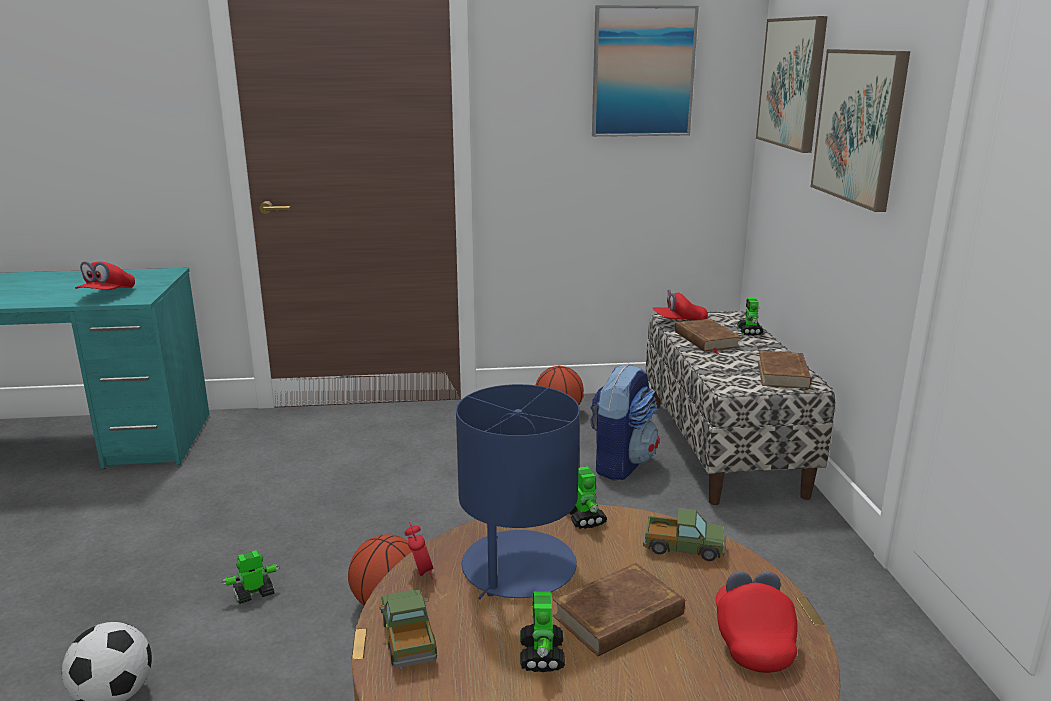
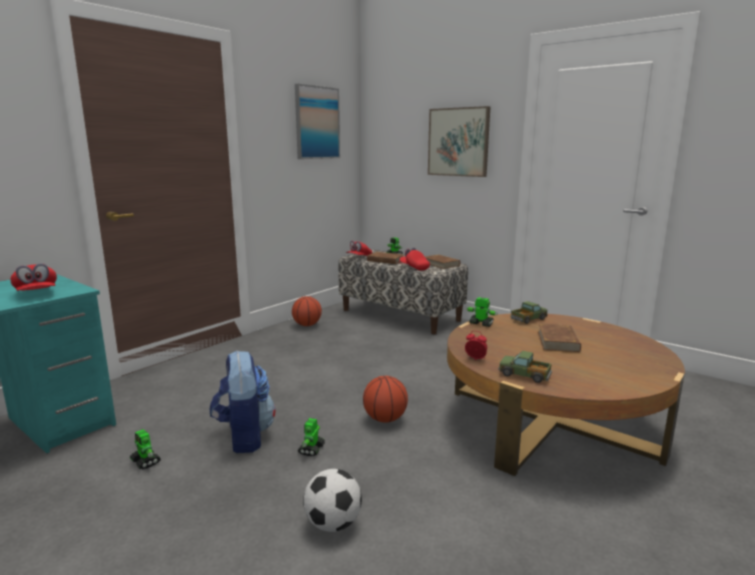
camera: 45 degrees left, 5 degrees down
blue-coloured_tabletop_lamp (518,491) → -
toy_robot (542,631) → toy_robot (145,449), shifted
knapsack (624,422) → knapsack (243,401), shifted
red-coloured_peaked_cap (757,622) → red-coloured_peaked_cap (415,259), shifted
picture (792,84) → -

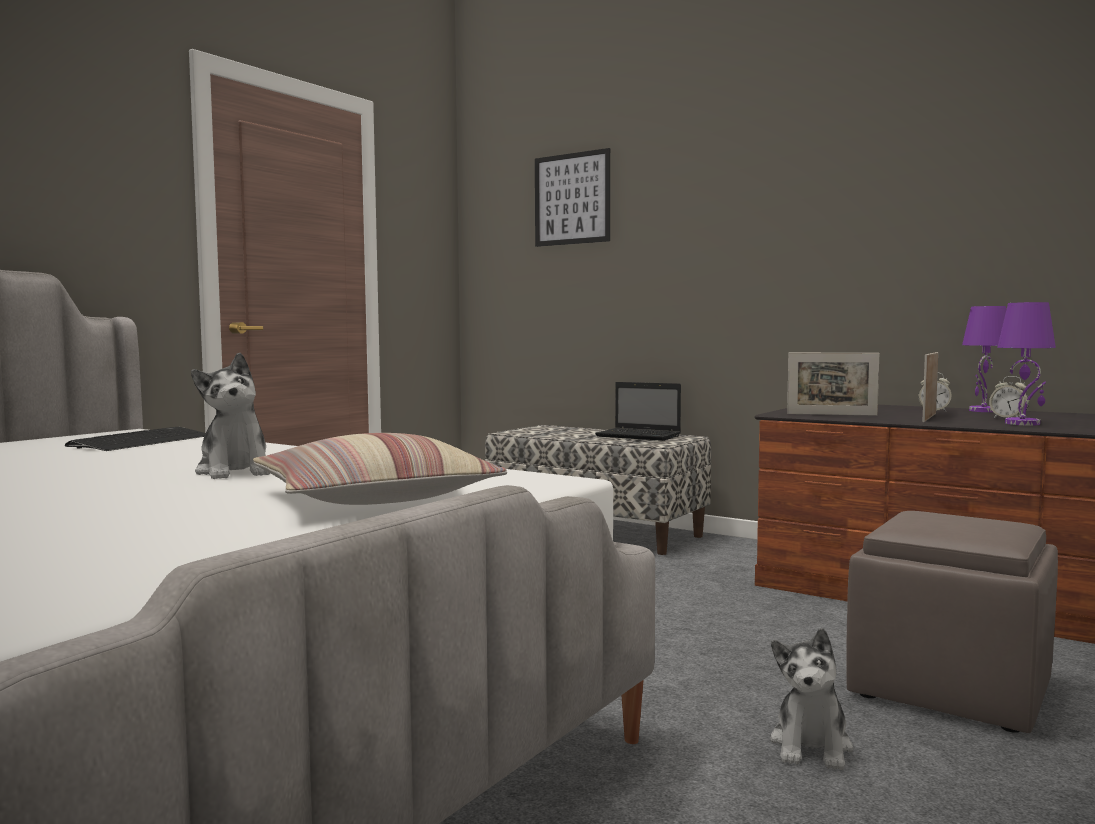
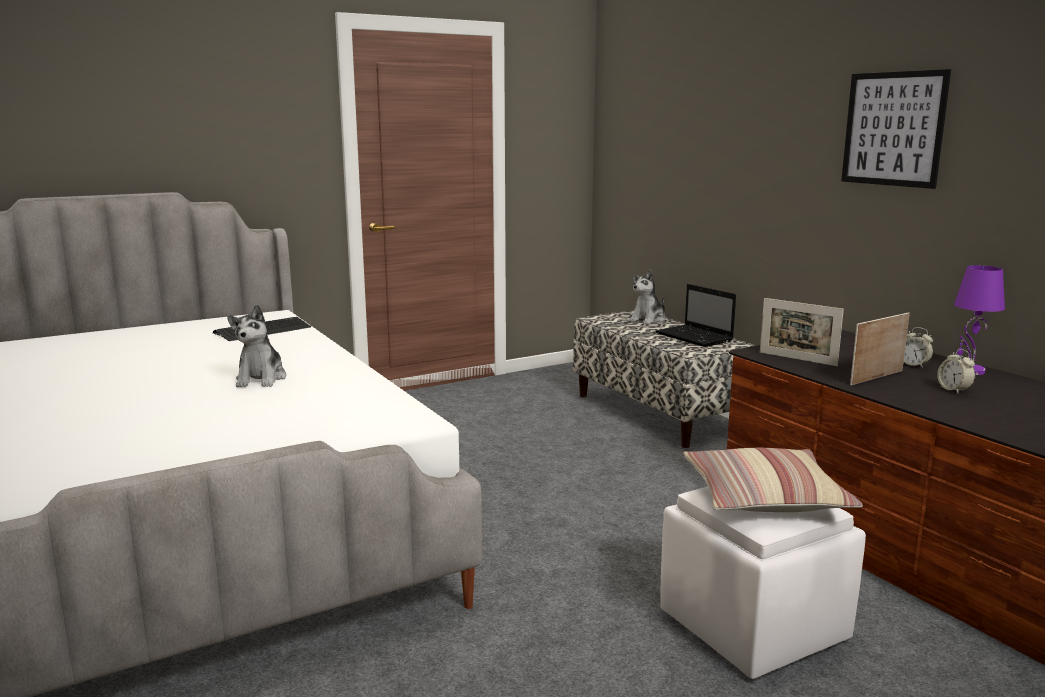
camera: 25 degrees right, 10 degrees up
pillow (380,469) → pillow (773,480), shifted
picture (572,197) → picture (896,129), shifted
soft_toy (812,699) → soft_toy (647,296), shifted
brownish_footrest (952,622) → white_footrest (763,582)
purple-coloured_tabletop_lamp (1026,364) → -

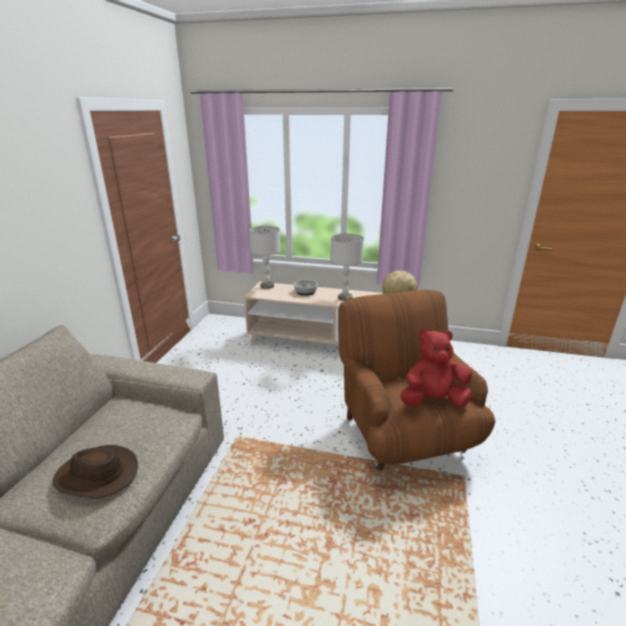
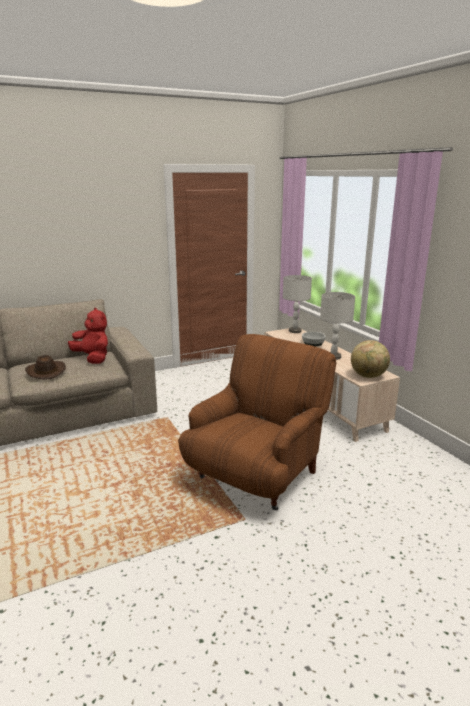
camera: 50 degrees right, 5 degrees down
red-coloured_soft_toy (436,368) → red-coloured_soft_toy (88,336), shifted

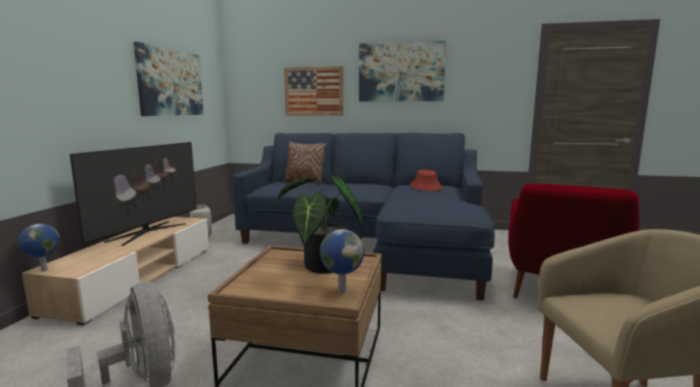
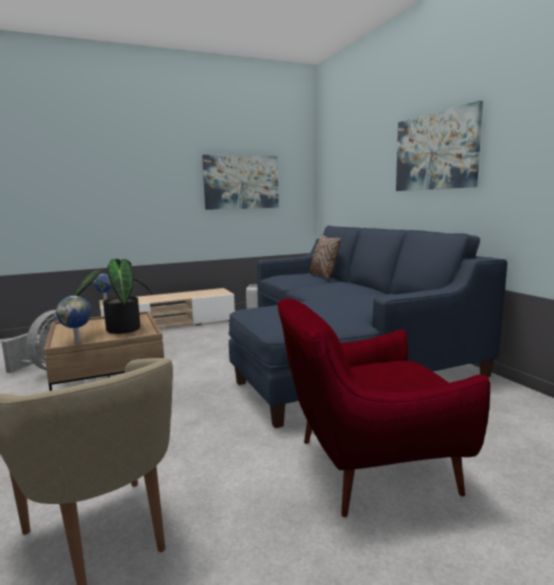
camera: 55 degrees right, 0 degrees up
TV (133,194) → -
picture (314,91) → -
red-coloured_hat (426,180) → -

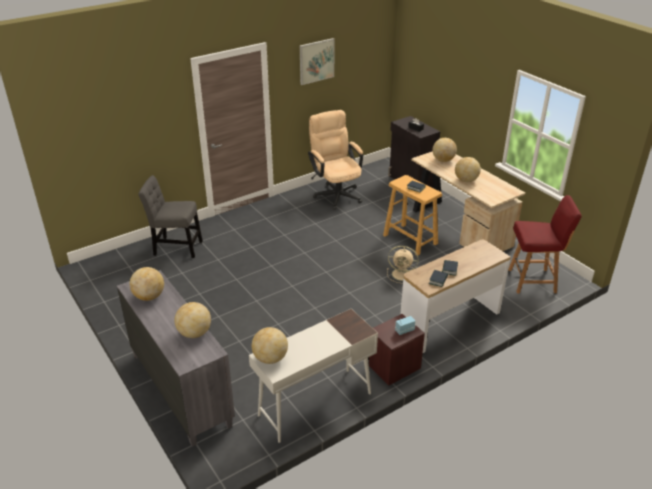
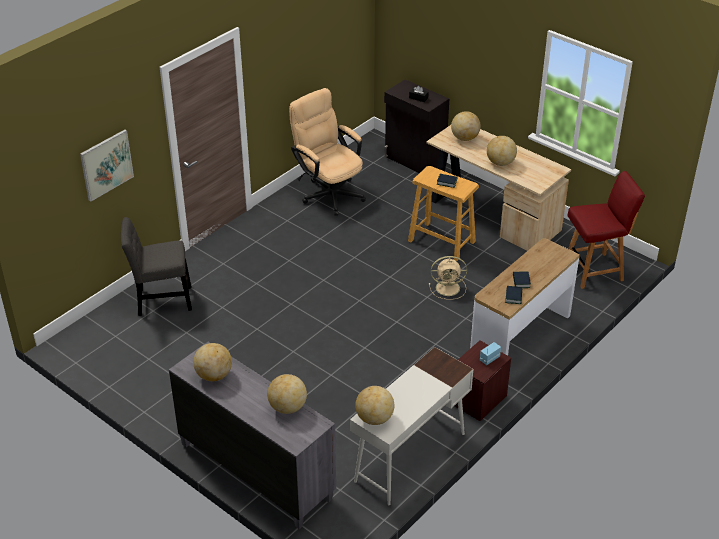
camera: 15 degrees left, 5 degrees up
picture (317,61) → picture (107,166), shifted

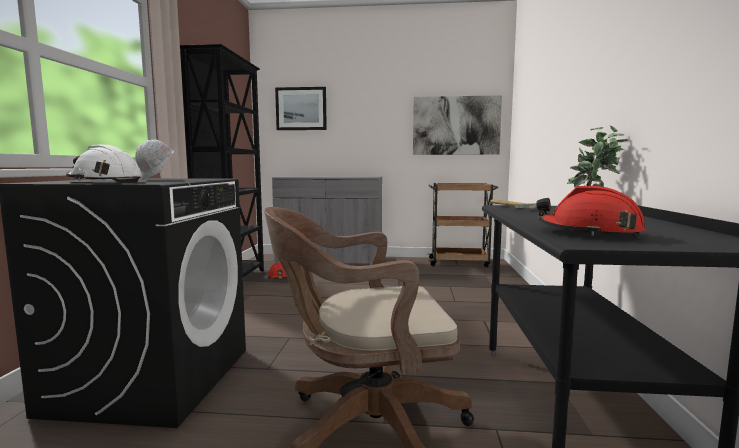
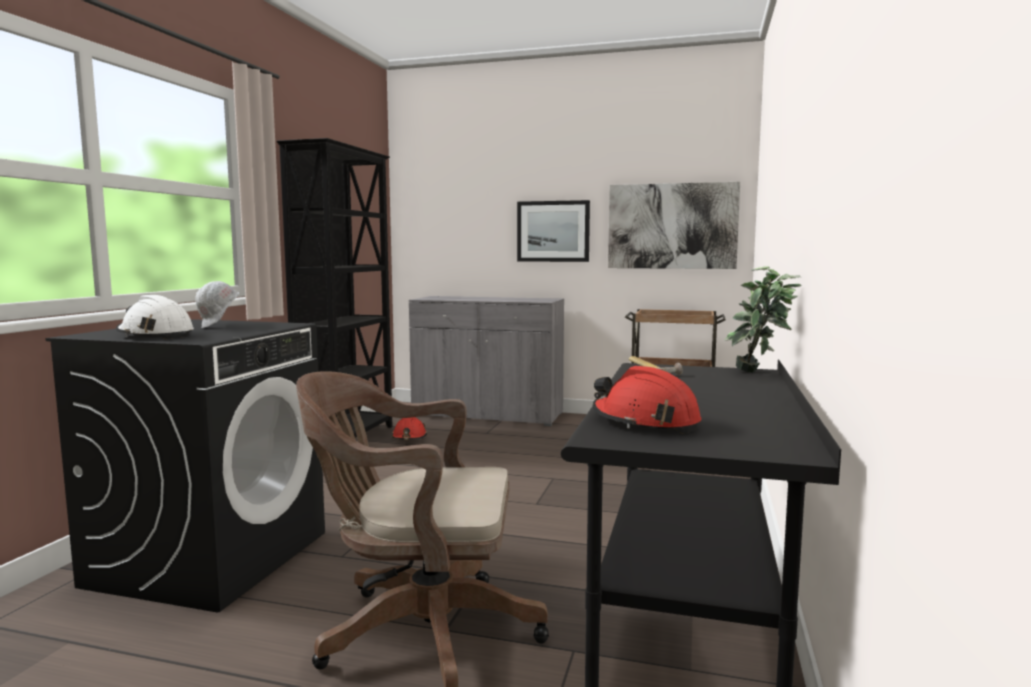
camera: 10 degrees right, 0 degrees up
picture (301,108) → picture (553,231), shifted

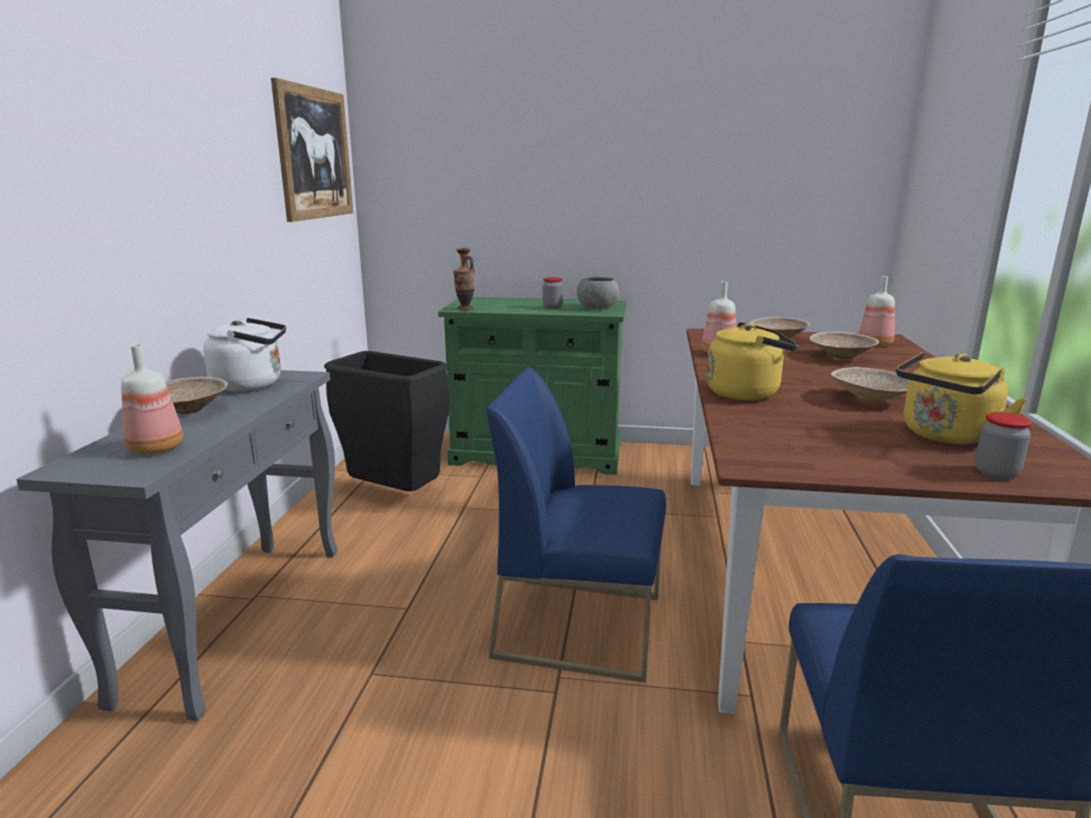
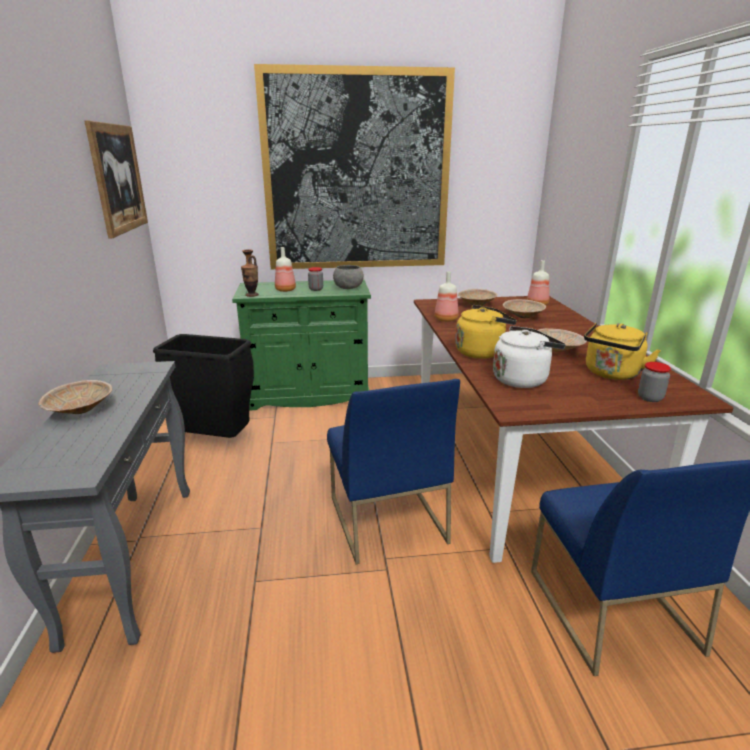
camera: 15 degrees left, 5 degrees up
drink_bottle (152,399) → drink_bottle (285,269), shifted
white_water_kettle (244,355) → white_water_kettle (529,357), shifted
blue-coloured_upright_chair (576,525) → blue-coloured_upright_chair (393,472), 105 degrees counterclockwise
- → picture (354,166)

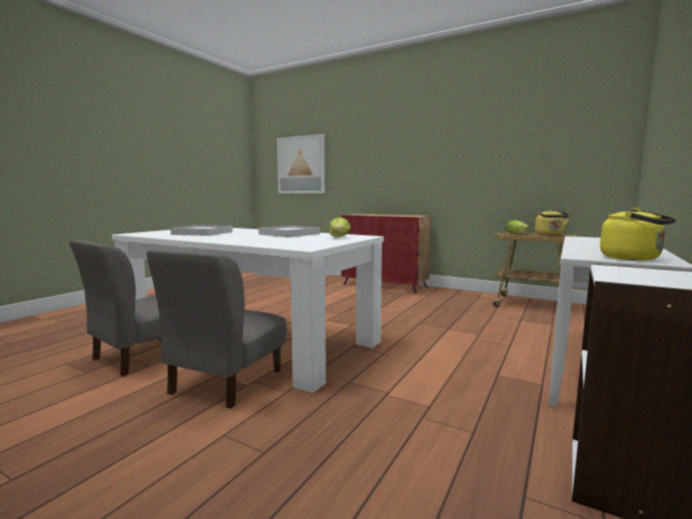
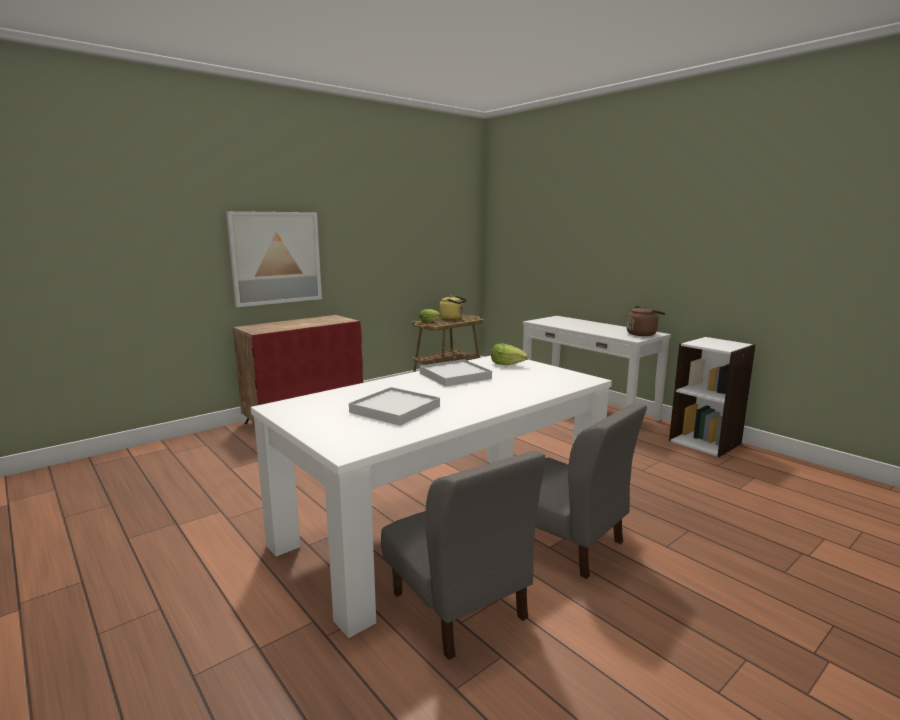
camera: 70 degrees left, 5 degrees up
picture (301,163) → picture (274,259), shifted
yellow-coloured_water_kettle (638,234) → brownish_water_kettle (646,321)

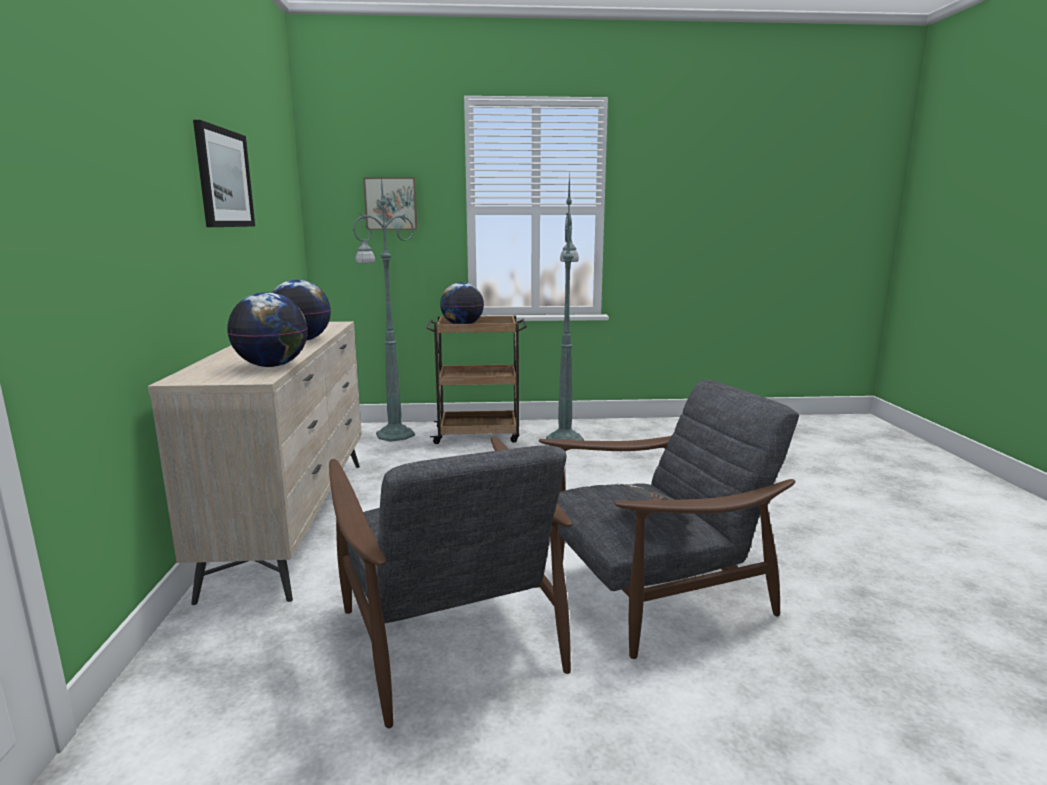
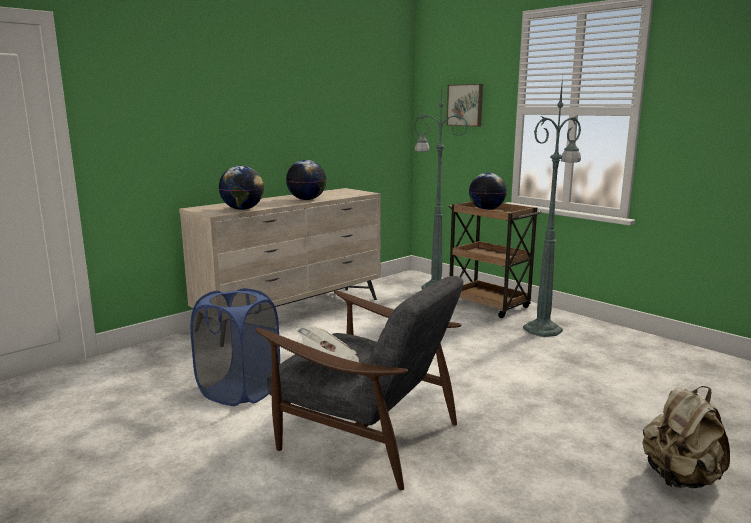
camera: 50 degrees right, 0 degrees up
picture (224,173) → -
gray_armchair (451,582) → blue-coloured_hamper (235,347)
- → beige-coloured_knapsack (686,437)

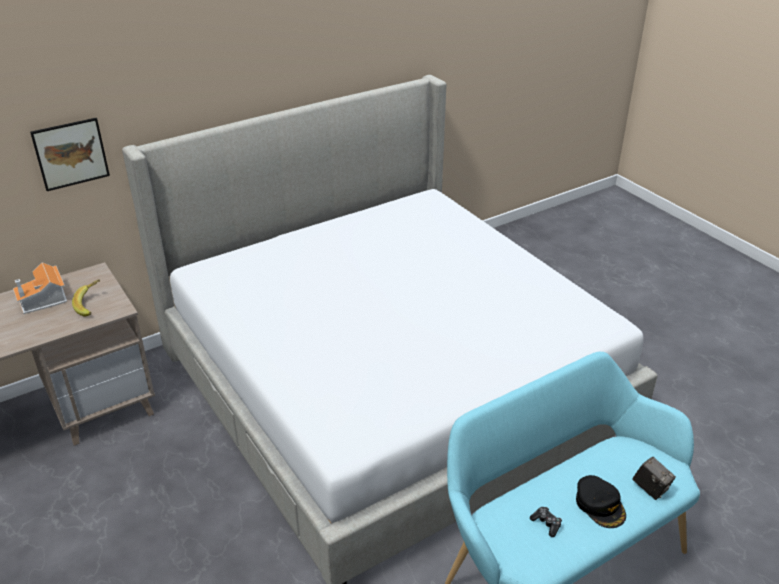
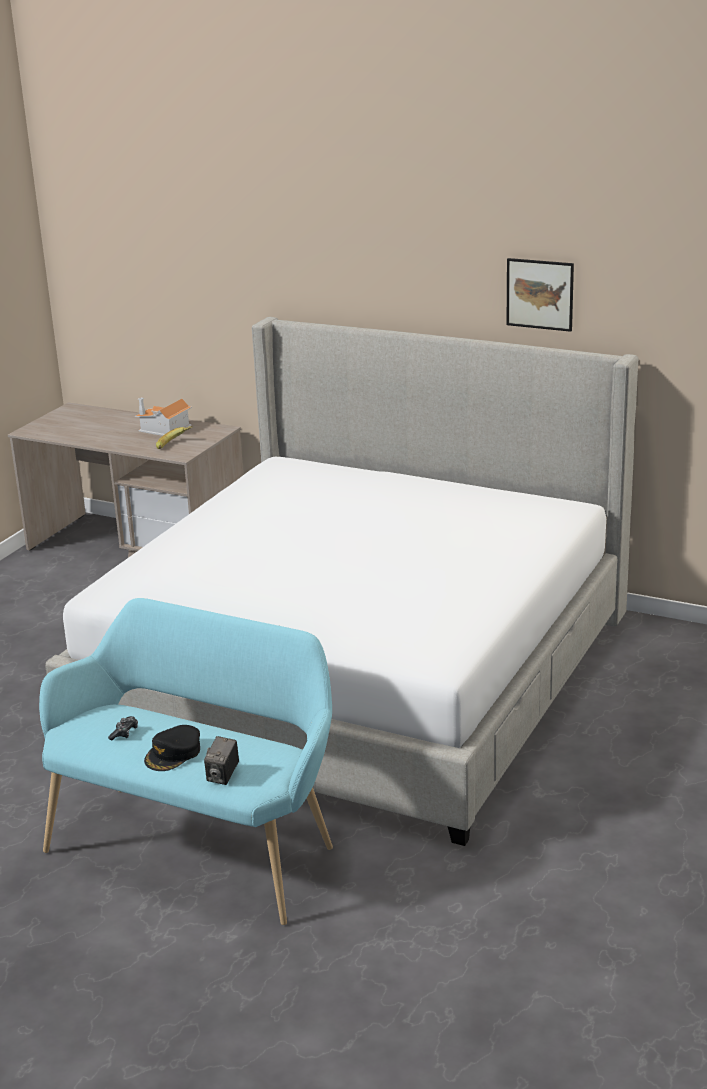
camera: 60 degrees right, 10 degrees down
picture (70,154) → picture (540,295), shifted

